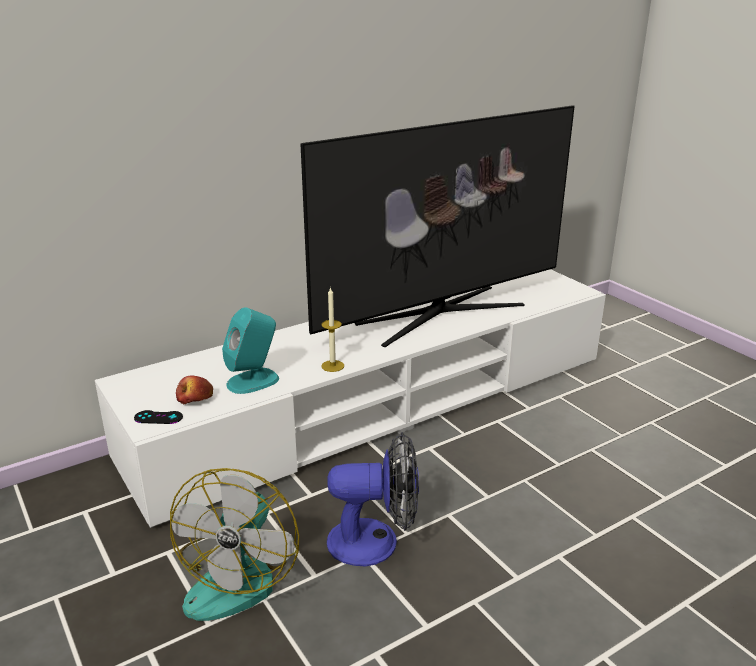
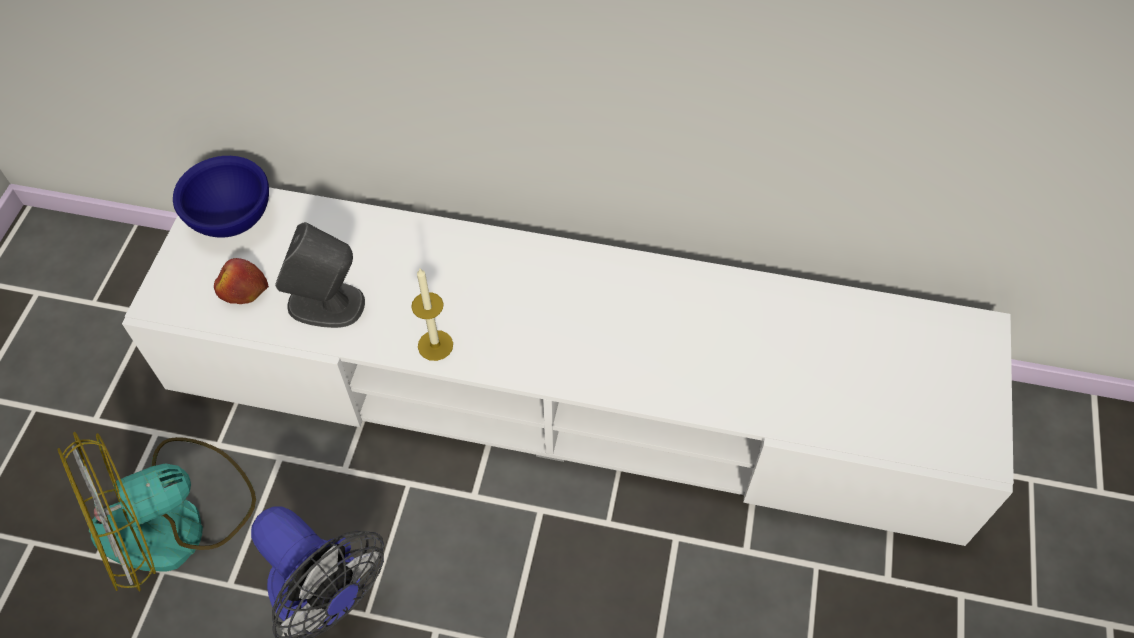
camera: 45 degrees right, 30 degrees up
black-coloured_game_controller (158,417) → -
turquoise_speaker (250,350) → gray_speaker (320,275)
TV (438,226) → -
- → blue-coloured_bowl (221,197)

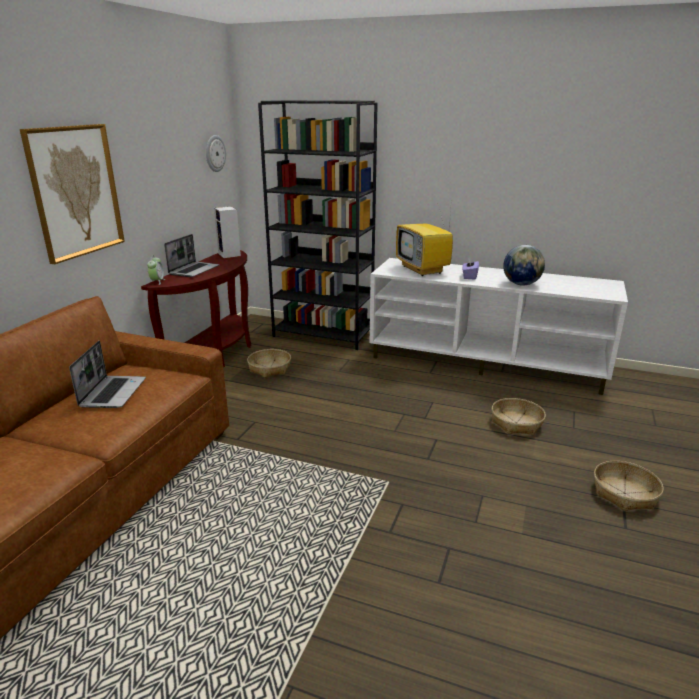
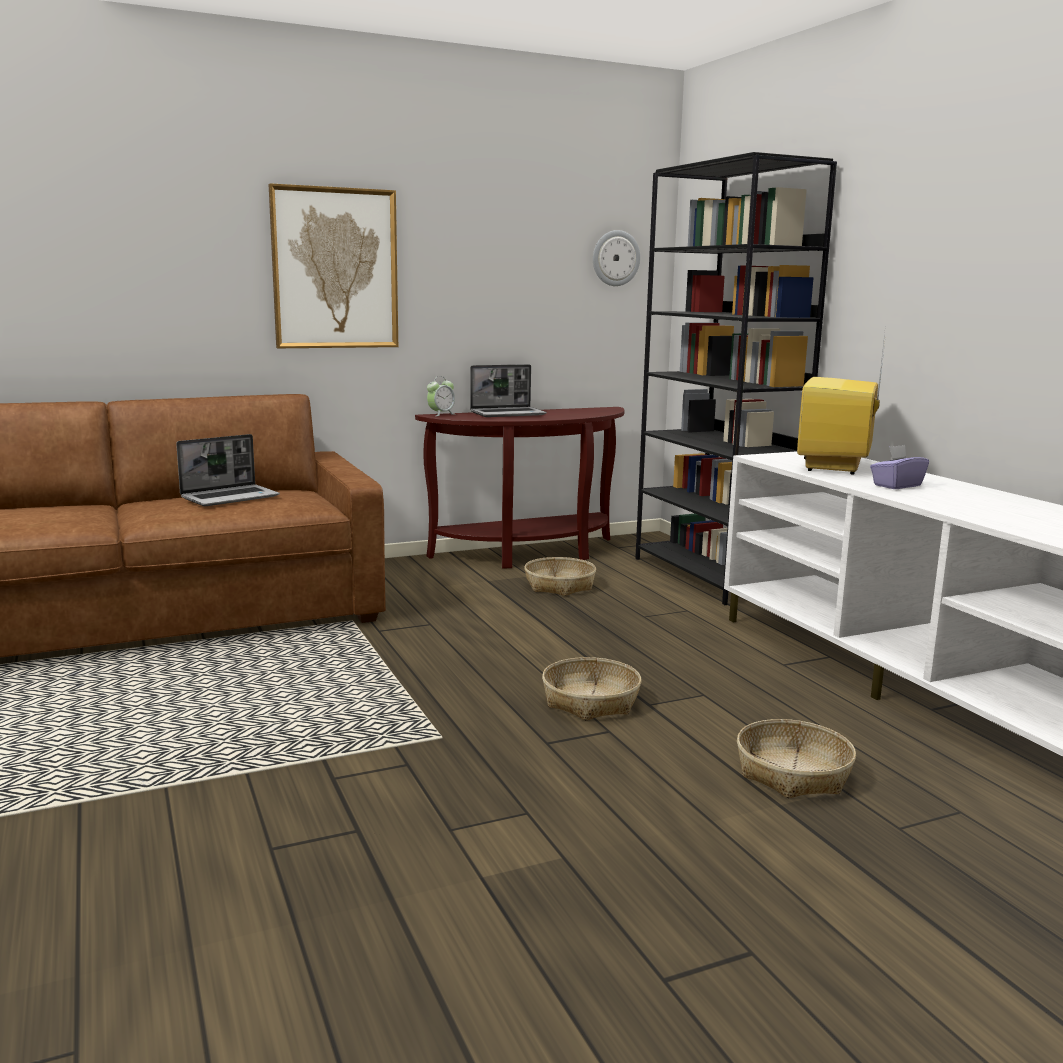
camera: 45 degrees right, 10 degrees down
speaker (227,232) → -
globe (524,265) → -
storage_basket (629,486) → storage_basket (592,688), shifted

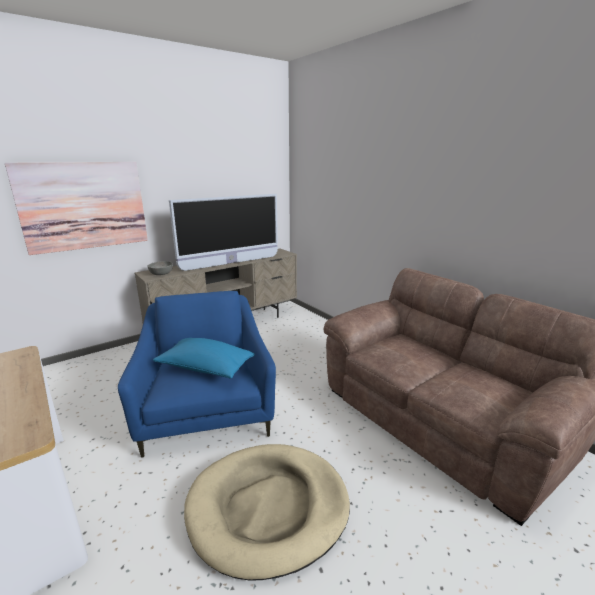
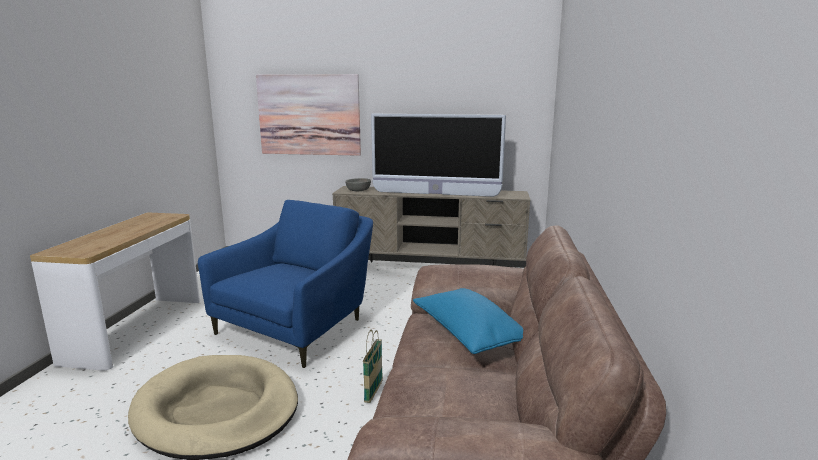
camera: 45 degrees right, 5 degrees down
blue-coloured_pillow (204,358) → blue-coloured_pillow (468,321), shifted
- → storage_basket (373,366)

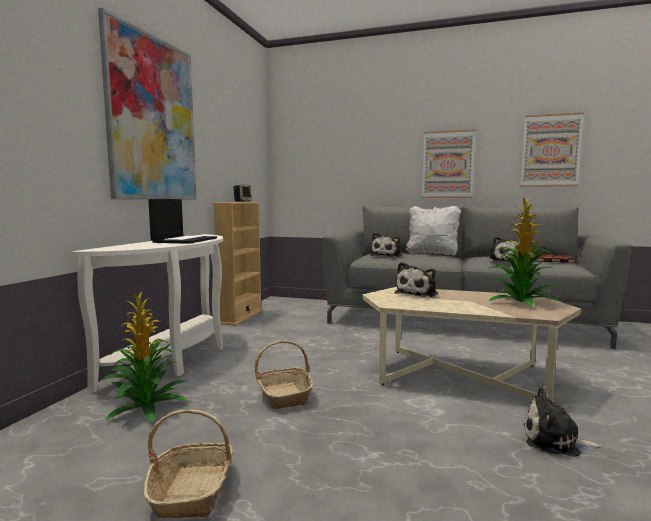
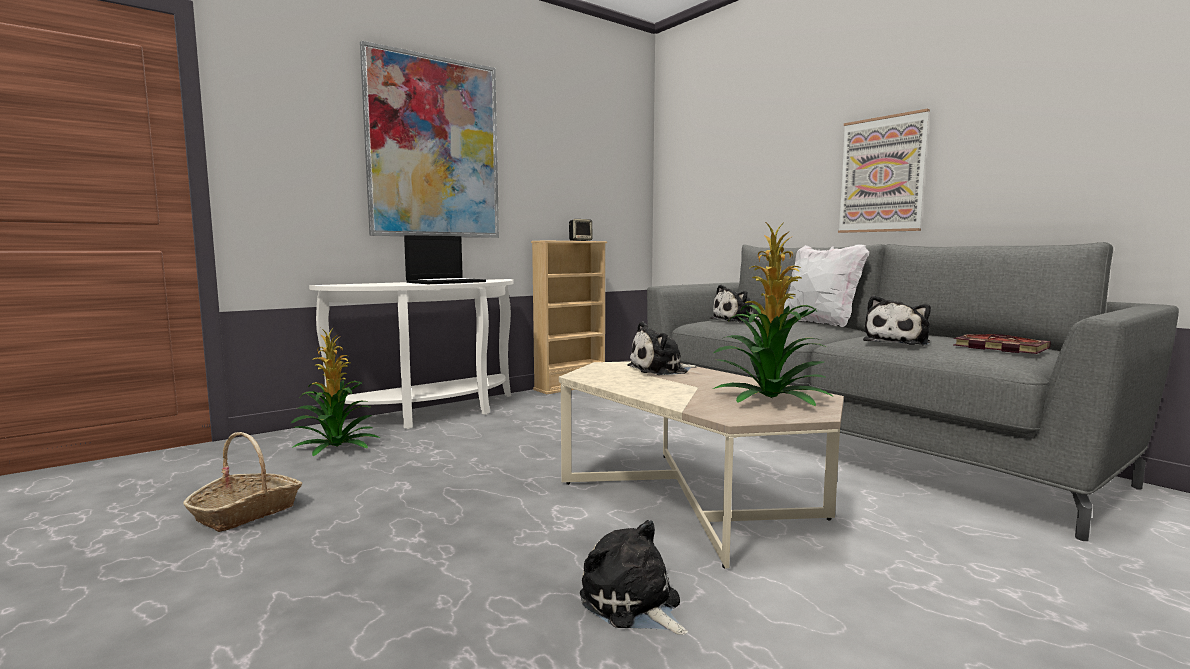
camera: 35 degrees right, 0 degrees up
storage_basket (283,375) → -
picture (552,149) → -

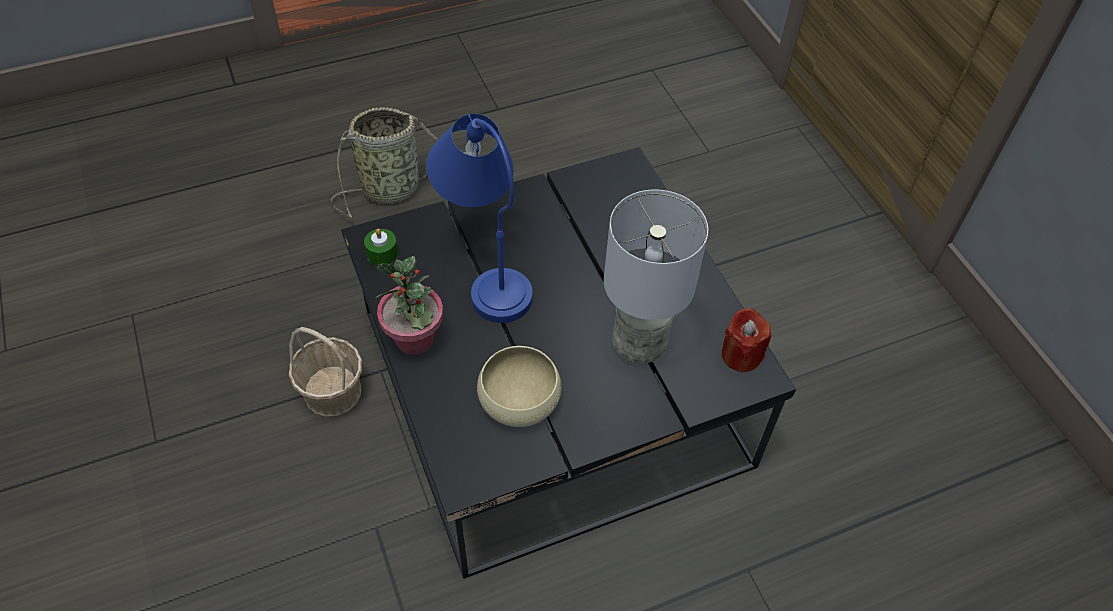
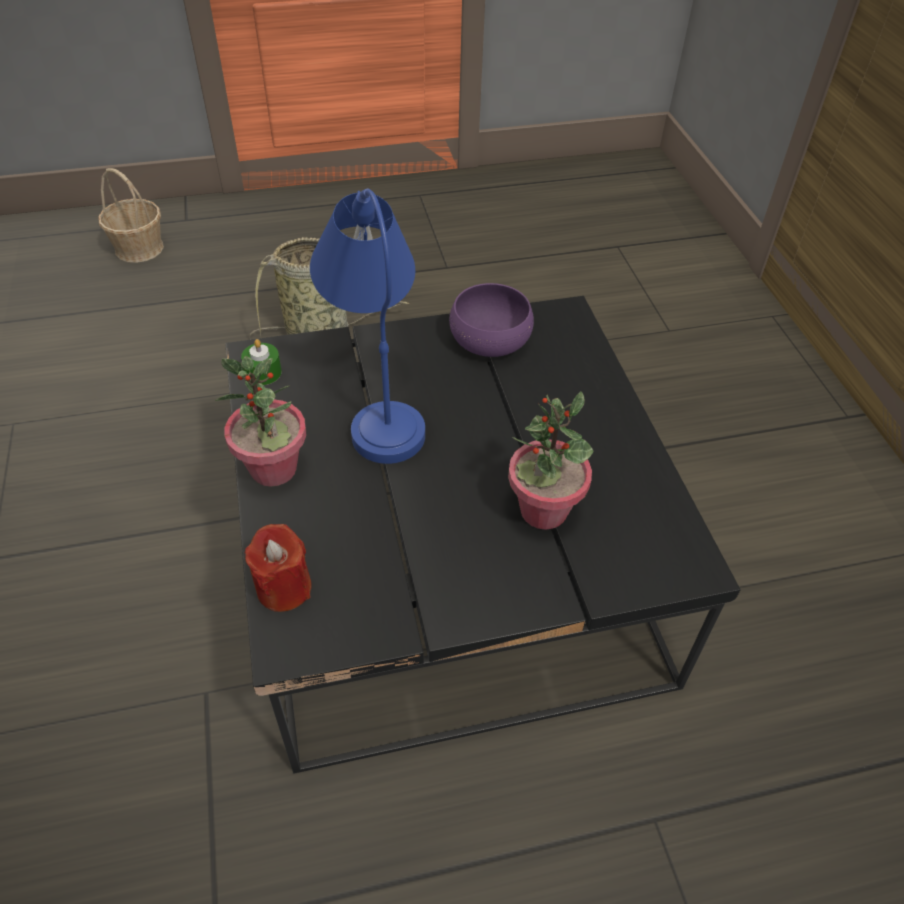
camera: 10 degrees right, 5 degrees down
storage_basket (325,372) → storage_basket (131,215), shifted
beige-coloured_bowl (519,386) → -
gray_tabletop_lamp (656,276) → potted_plant (551,460)
red-coloured_wax_light (746,340) → red-coloured_wax_light (278,568), shifted
- → purple-coloured_bowl (491,320)

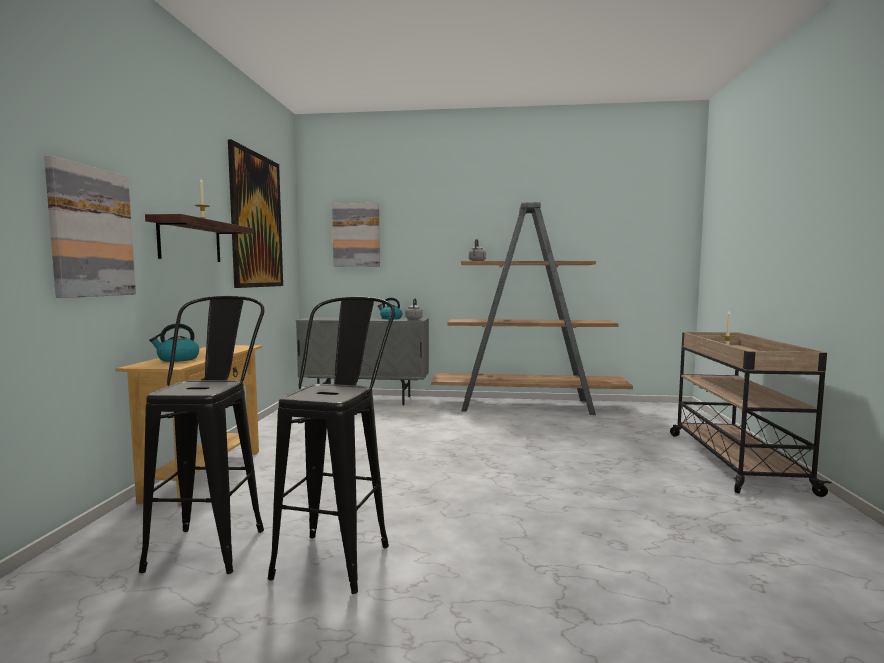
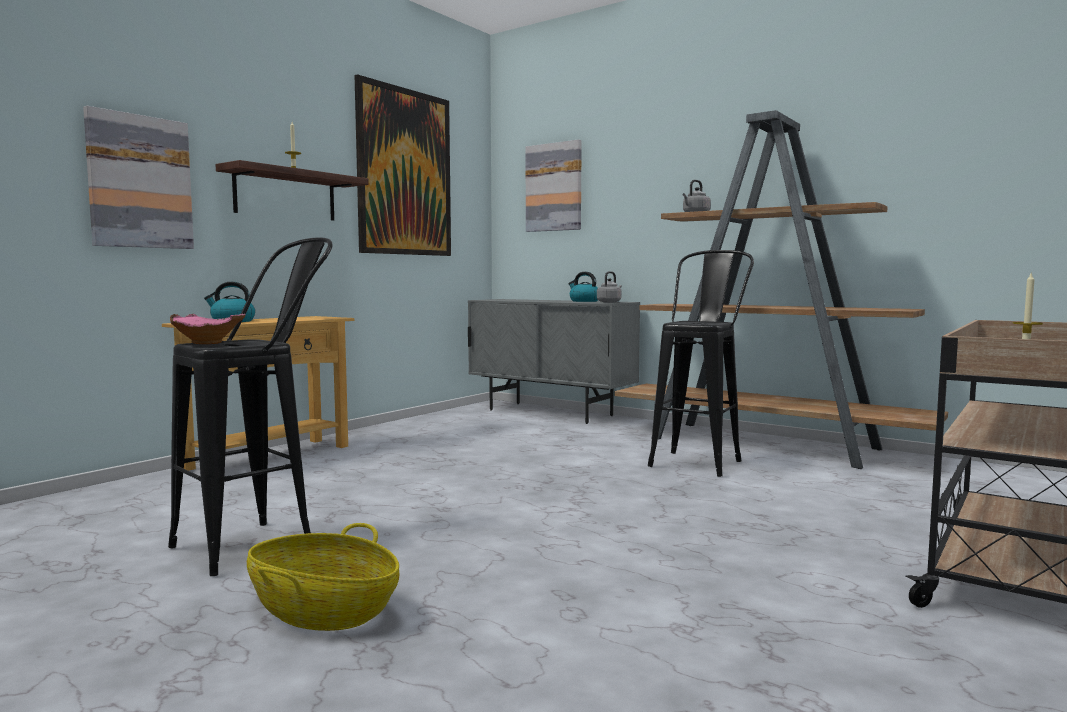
camera: 30 degrees right, 0 degrees up
black-coloured_sitting_stool (201,435) → black-coloured_sitting_stool (701,363), shifted
- → pinkish_bowl (208,328)
- → storage_basket (323,577)

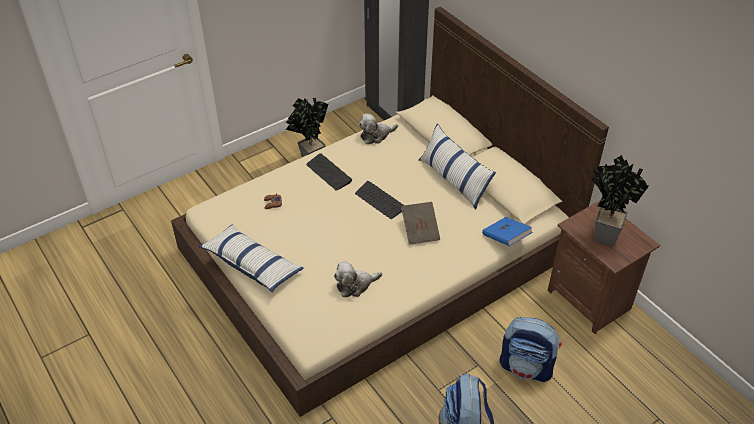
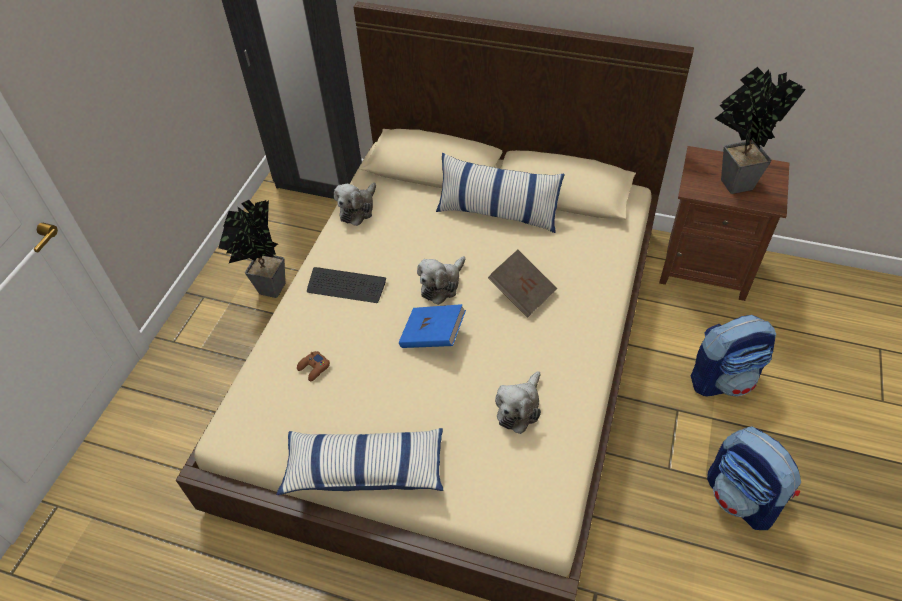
camera: 35 degrees left, 5 degrees up
computer_keyboard (379,200) → soft_toy (441,280)
blue-coloured_book (507,231) → blue-coloured_book (432,326), shifted

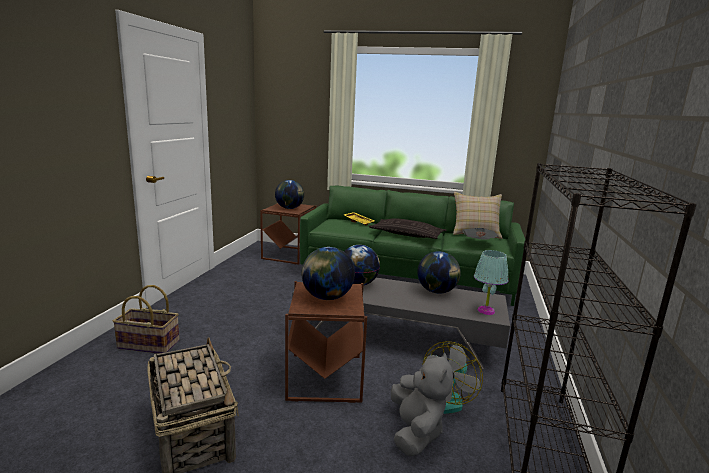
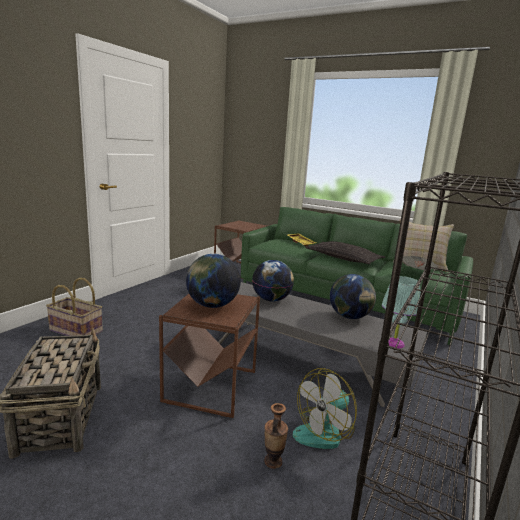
camera: 15 degrees right, 0 degrees up
globe (289,194) → -
gray_soft_toy (422,404) → vase (276,436)

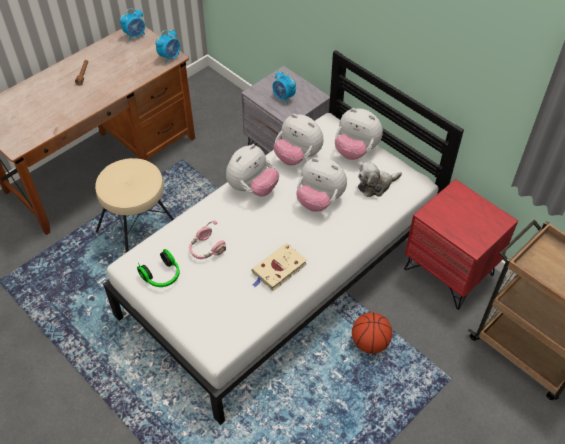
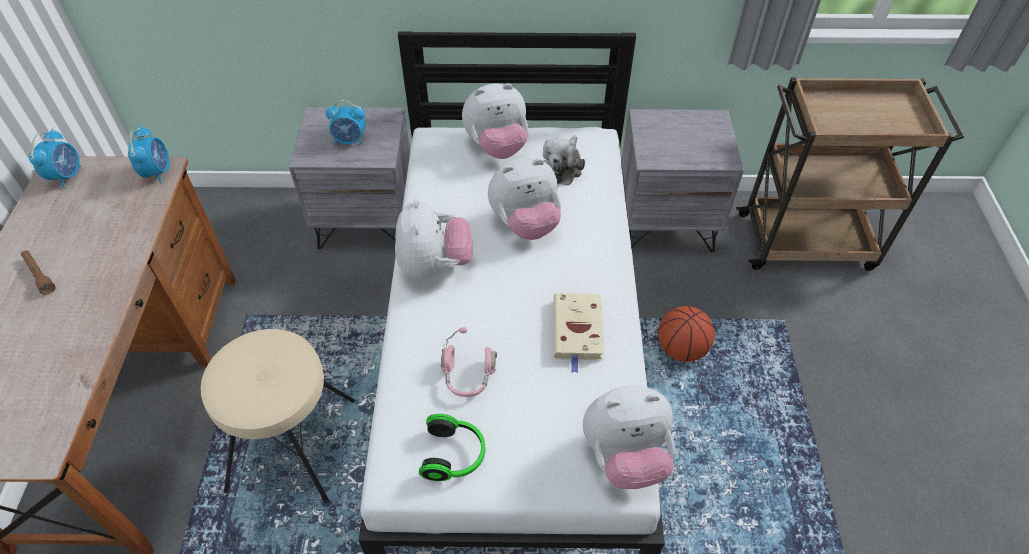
camera: 45 degrees left, 0 degrees up
soft_toy (299,139) → soft_toy (629,437), shifted
red-coloured_bedside_table (461,244) → gray_bedside_table (683,180)

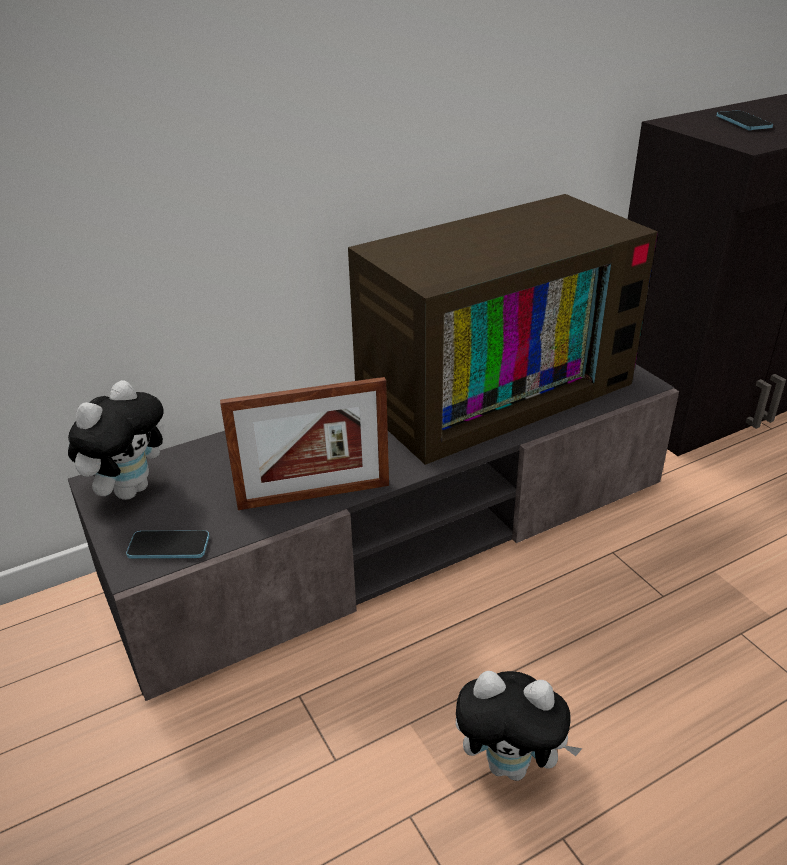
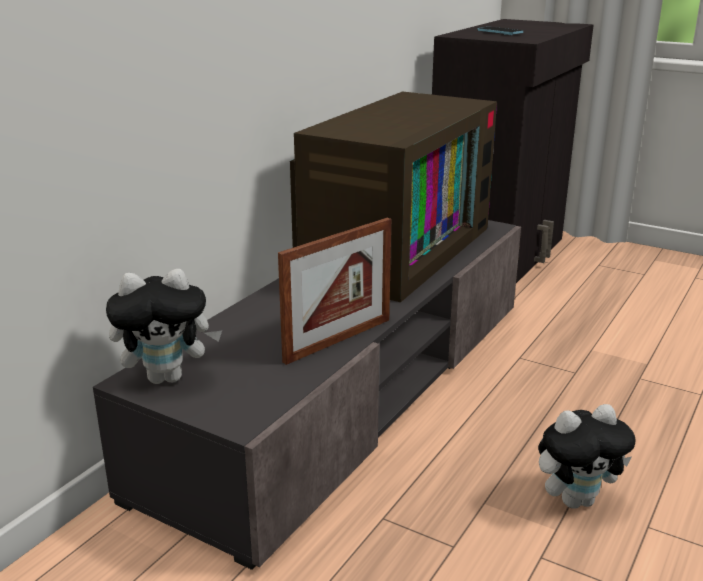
camera: 30 degrees left, 10 degrees down
soft_toy (116,440) → soft_toy (164,326), 75 degrees clockwise
phone (167,544) → -

